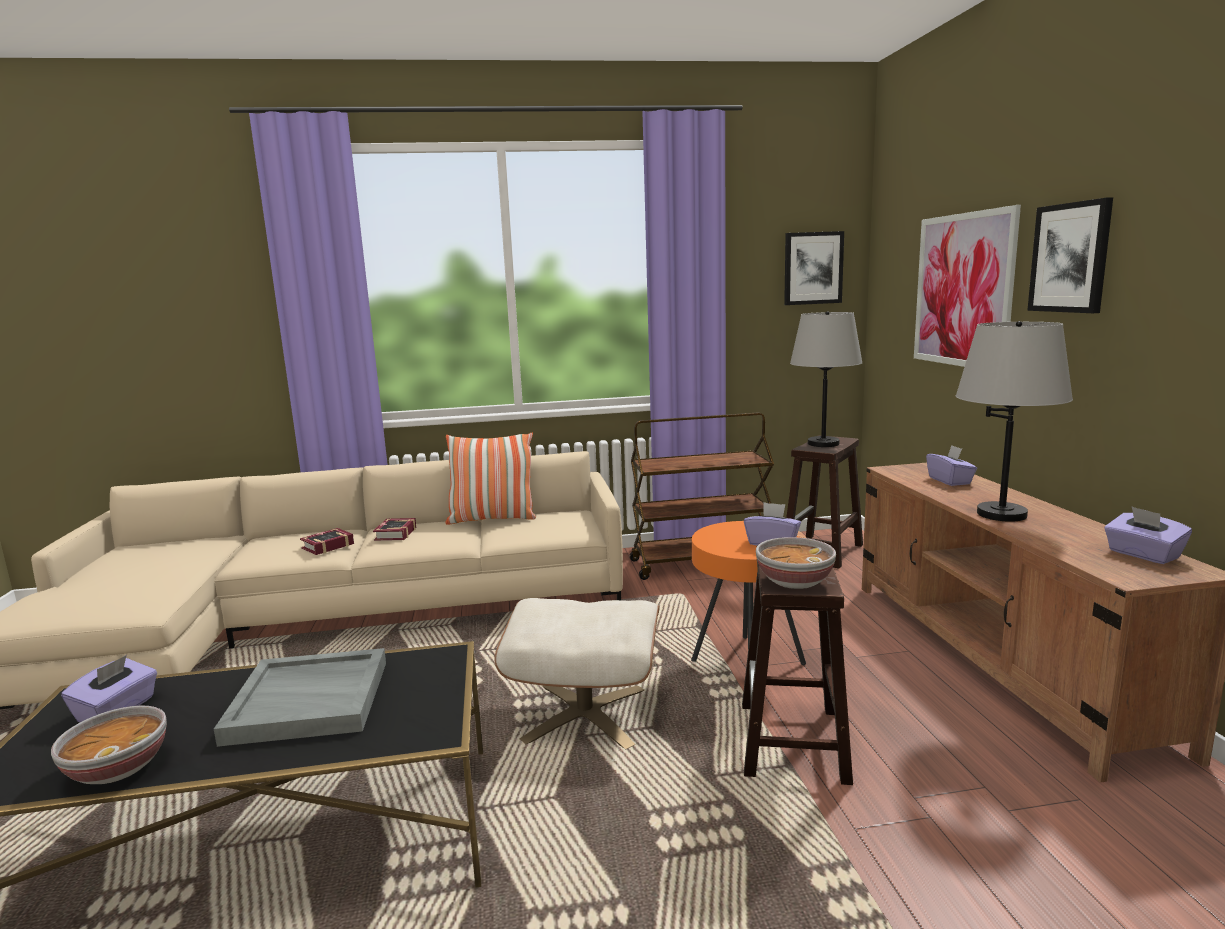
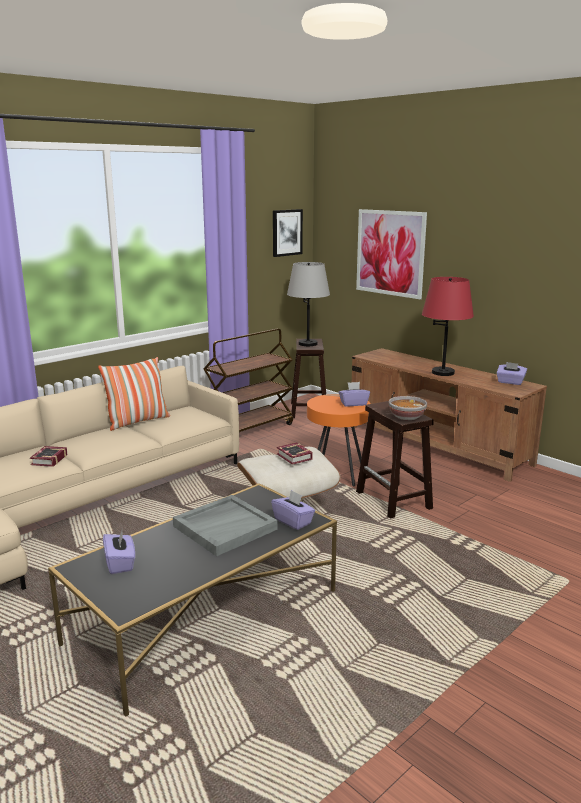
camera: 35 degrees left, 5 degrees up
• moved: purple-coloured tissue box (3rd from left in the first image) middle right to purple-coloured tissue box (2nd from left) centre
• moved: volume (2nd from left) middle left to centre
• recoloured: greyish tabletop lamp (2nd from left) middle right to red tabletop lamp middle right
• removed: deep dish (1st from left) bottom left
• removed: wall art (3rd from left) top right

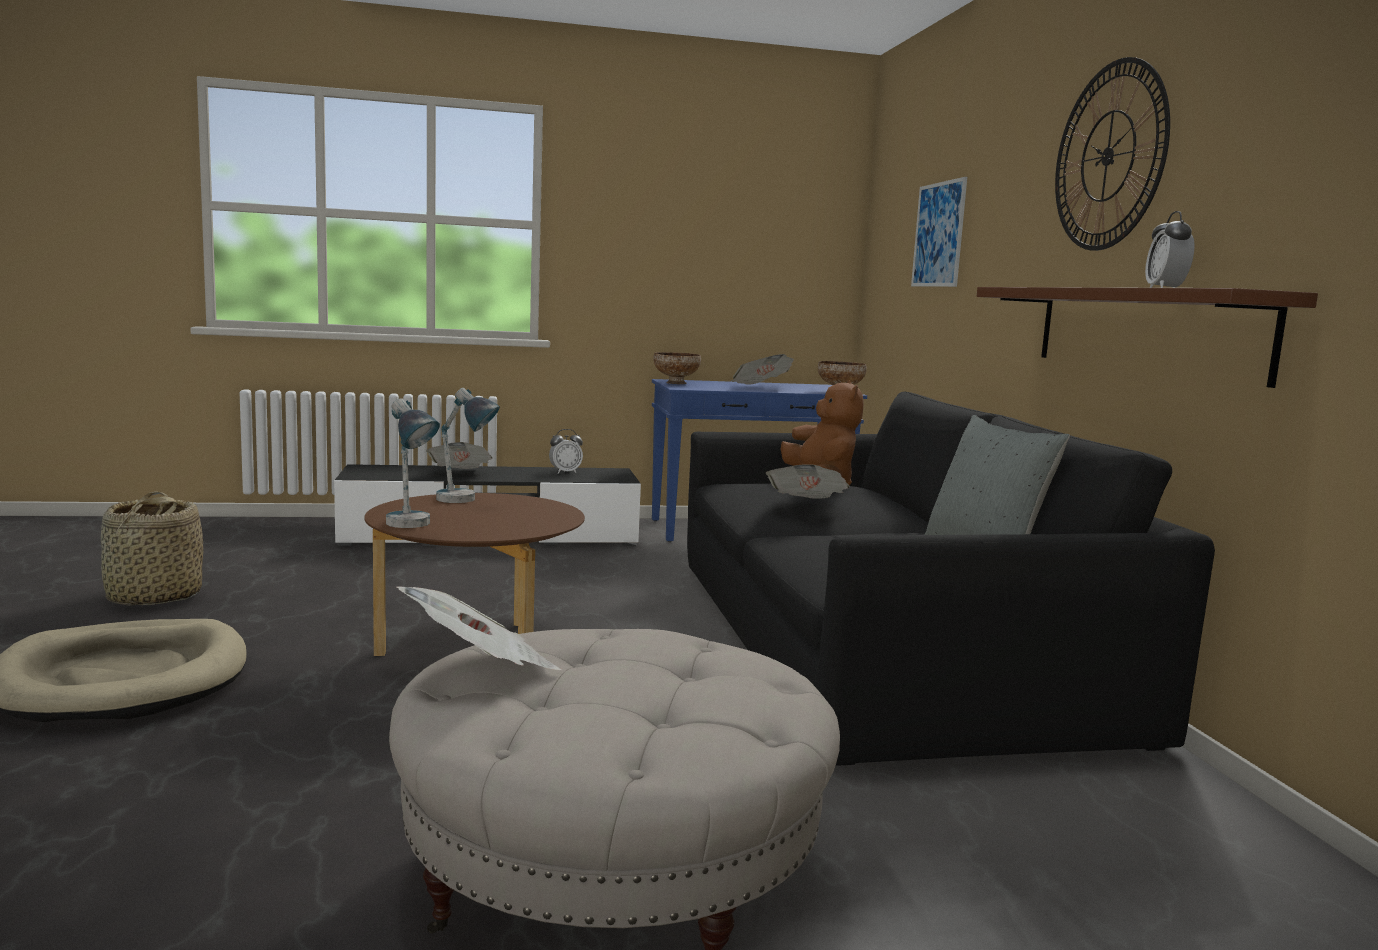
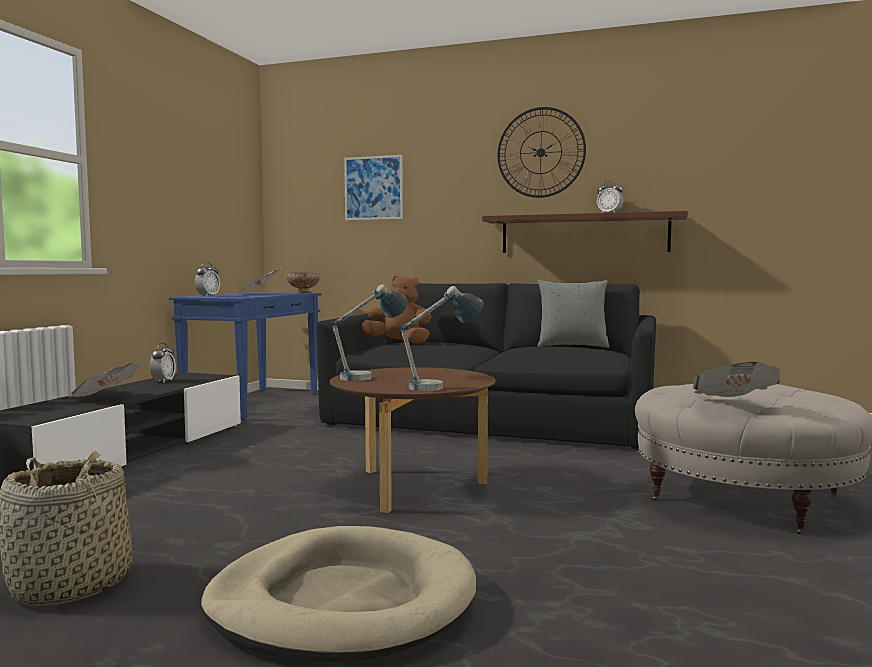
camera: 60 degrees left, 5 degrees down
• replaced: deep dish (1st from left) centre to table clock (2nd from left) middle left
• removed: printed paper (4th from left) centre

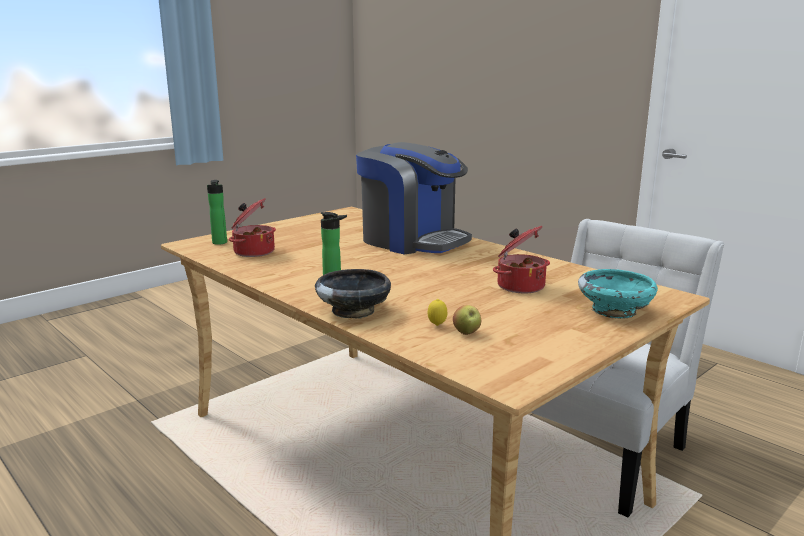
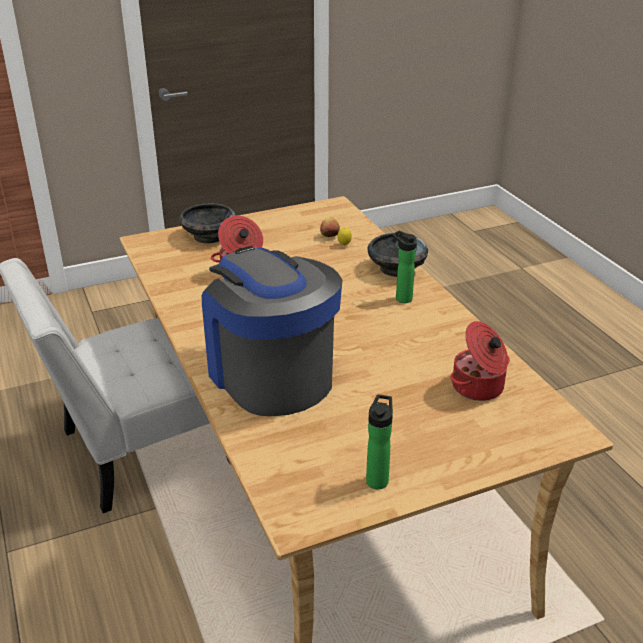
camera: 160 degrees left, 15 degrees up
• recoloured: turquoise-coloured deep dish middle right to black-coloured deep dish (1st from left) middle left
• moved: bottle (1st from left) middle left to bottom centre

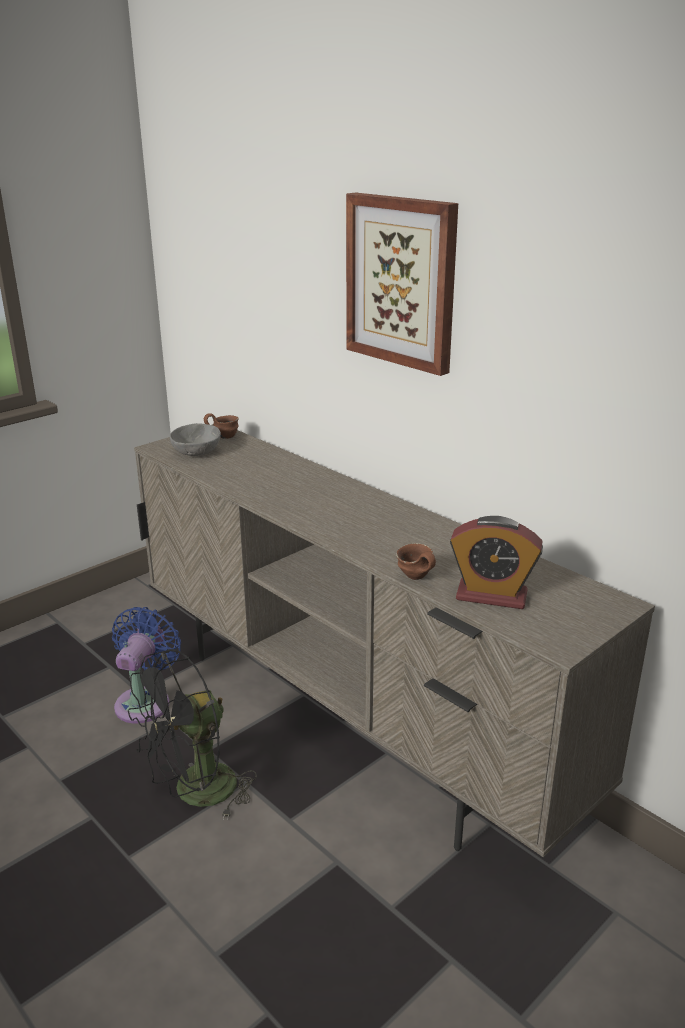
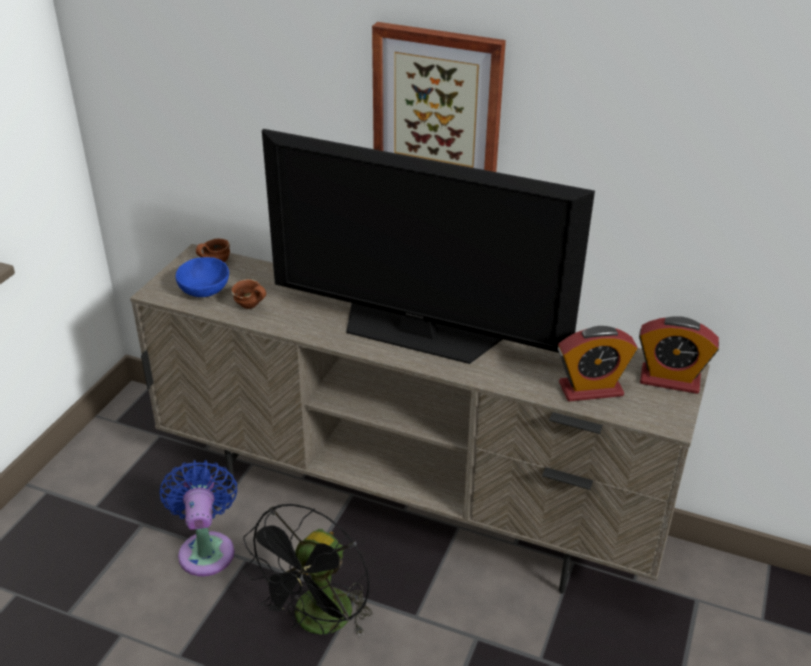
camera: 25 degrees left, 10 degrees up
• recoloured: greyish deep dish middle left to blue deep dish middle left
• moved: brownish tea mug (2nd from left) centre to middle left
• added: TV centre
• added: table clock (2nd from left) middle right

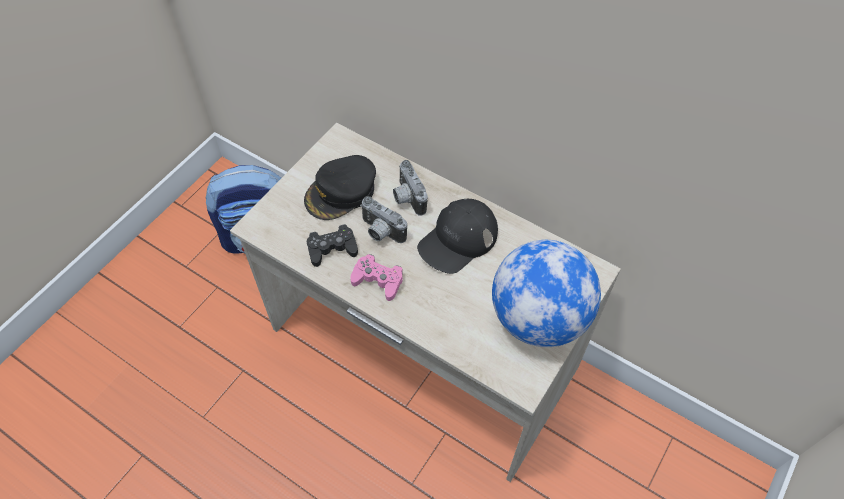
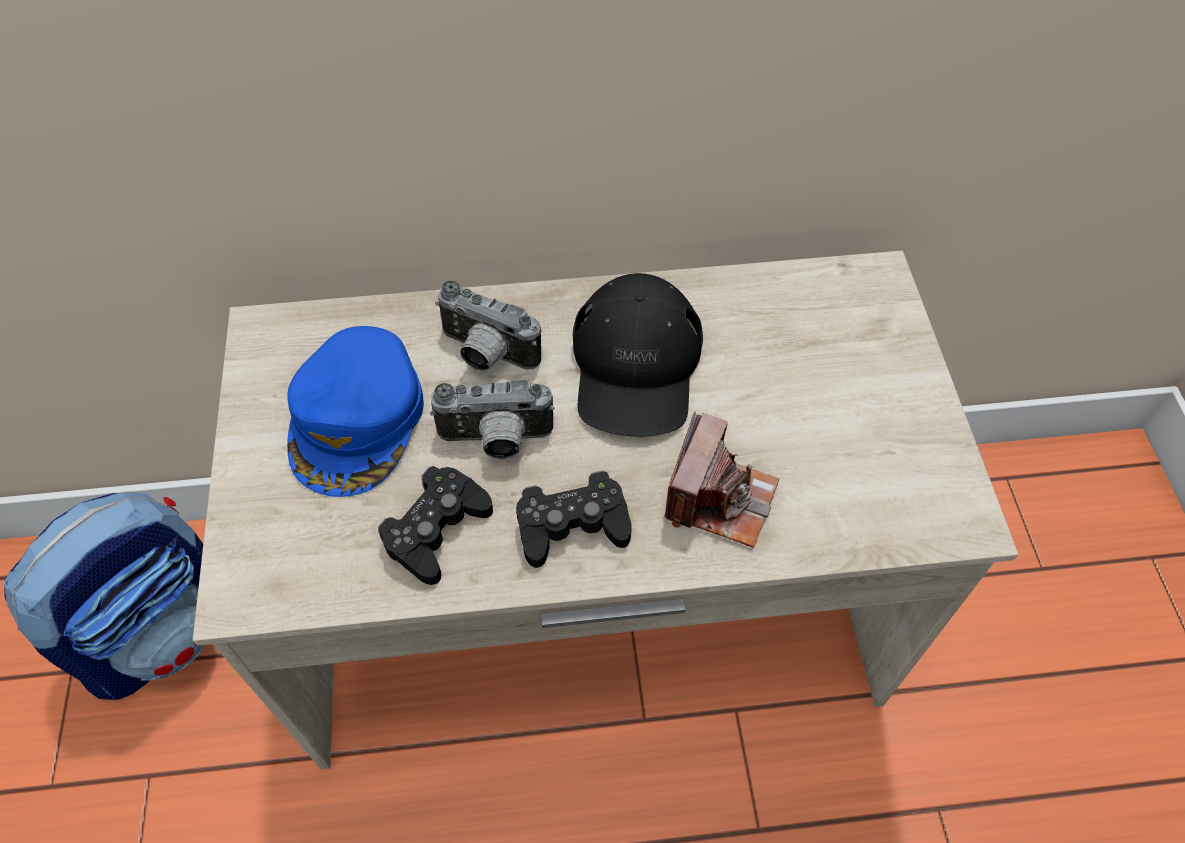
camera: 40 degrees left, 0 degrees up
• recoloured: black-coloured baseball cap (1st from left) centre to blue baseball cap middle left
• recoloured: pink-coloured joypad centre to black-coloured joypad (2nd from left) centre
• added: still camera (3rd from left) centre
• removed: world globe centre

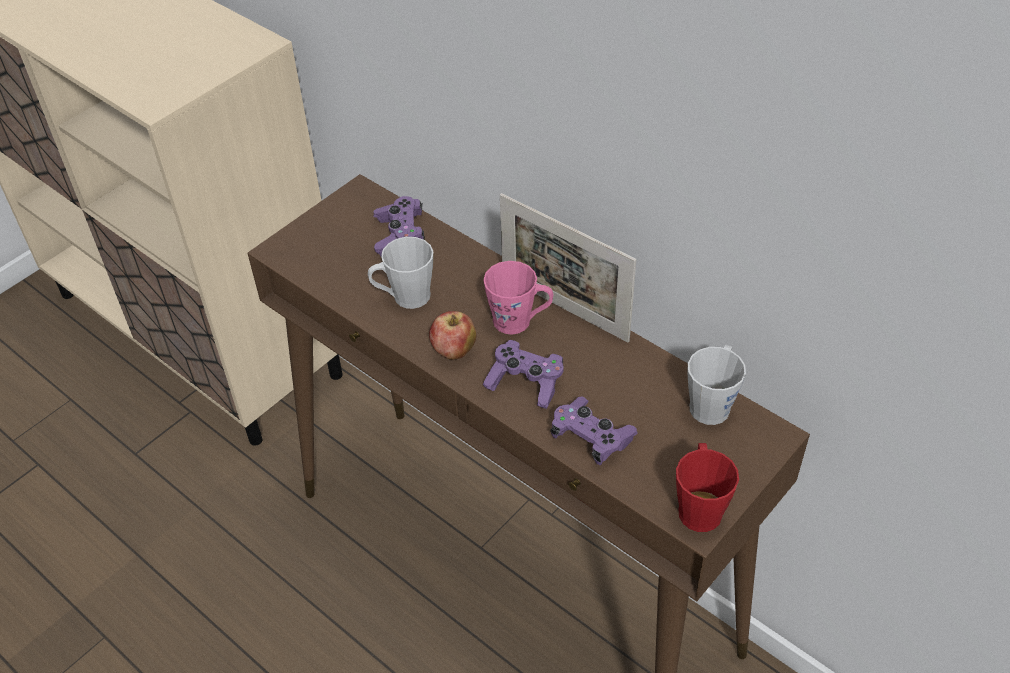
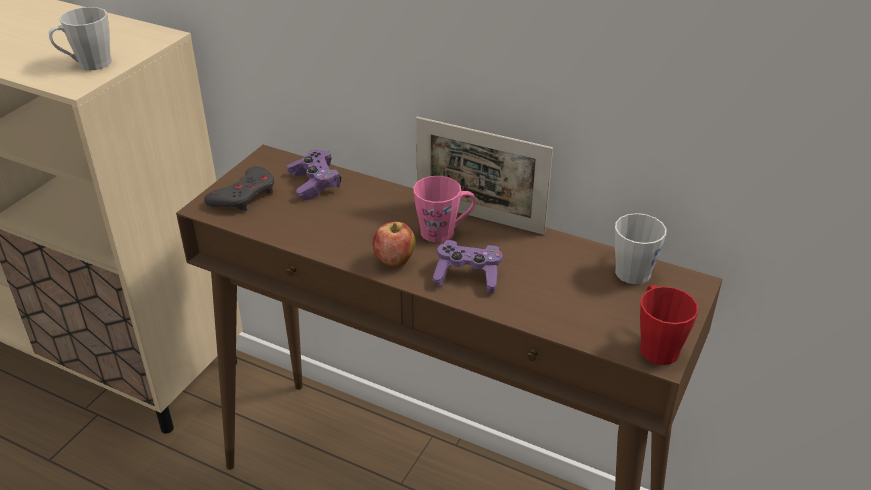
camera: 15 degrees left, 10 degrees down
• moved: greyish tea mug (1st from left) centre to top left
• added: greyish joypad middle left
• removed: purple-coloured joypad (3rd from left) centre

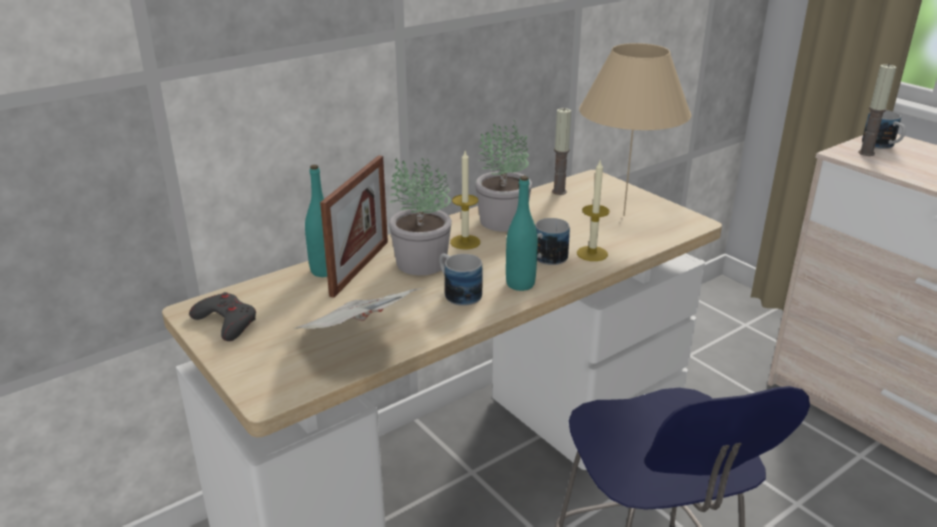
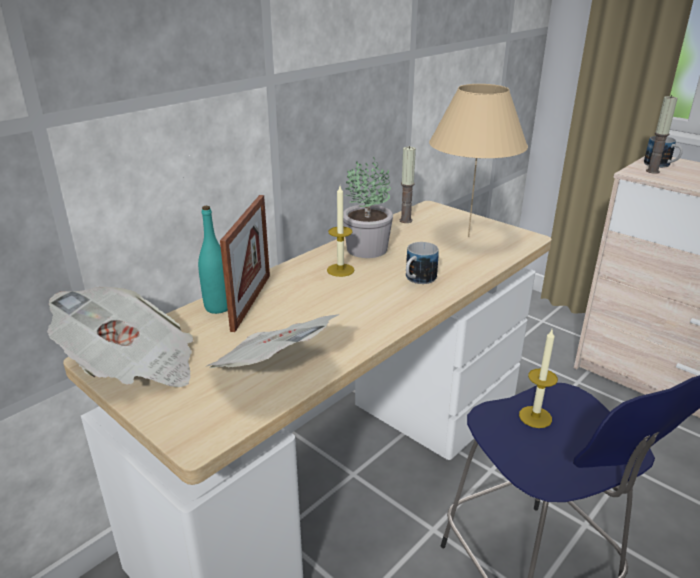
camera: 10 degrees left, 0 degrees up
• replaced: greyish joypad middle left to printed paper (1st from left) middle left
• moved: wax candle (3rd from left) centre to middle right
• removed: plant in a pot (1st from left) centre
• removed: tea mug (1st from left) centre
• removed: turquoise-coloured bottle (2nd from left) centre

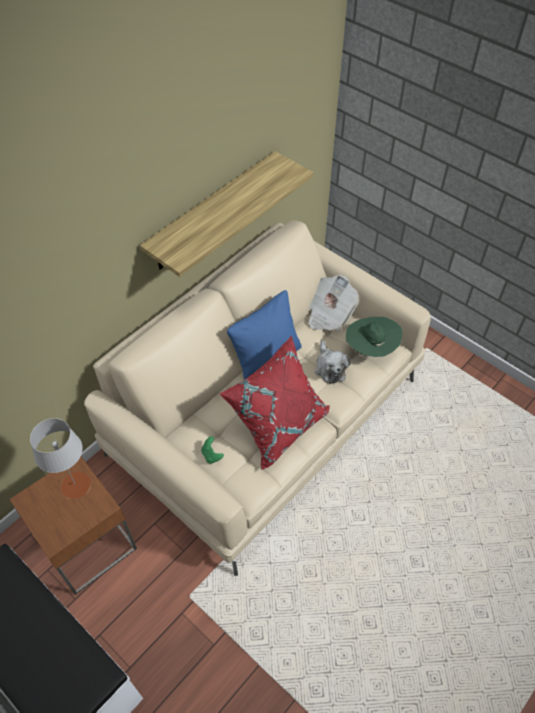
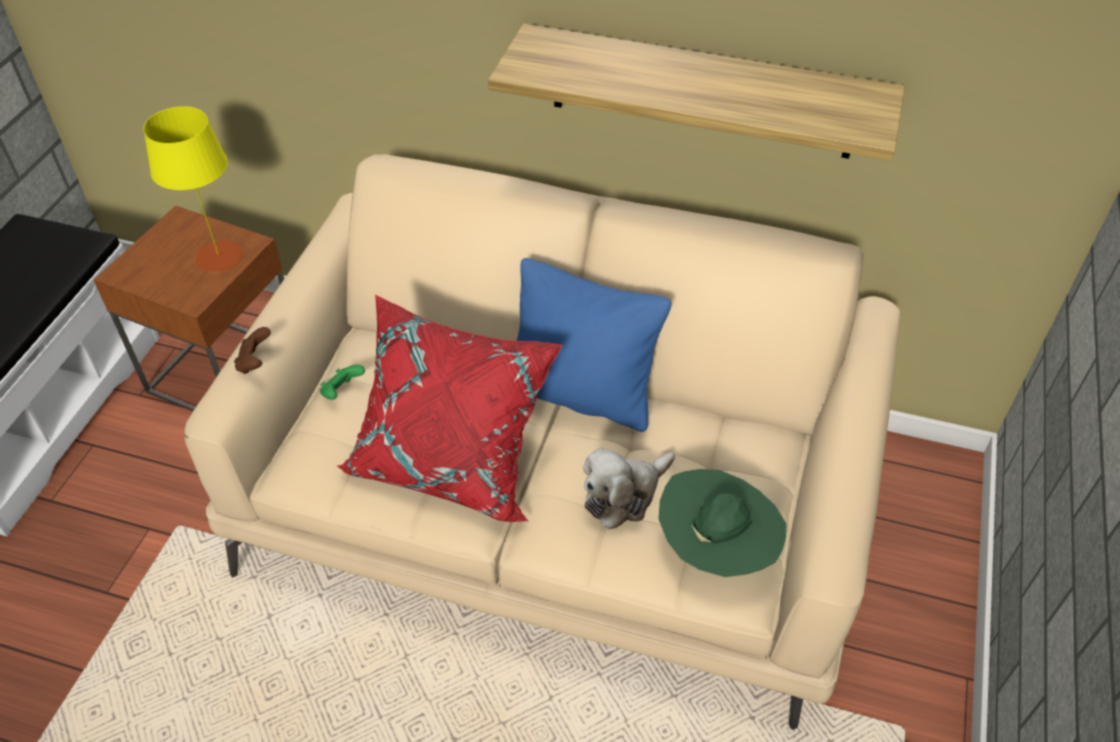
camera: 65 degrees right, 5 degrees down
• recoloured: greyish tabletop lamp middle left to yellow tabletop lamp top left
• added: brownish joypad middle left
• removed: printed paper centre

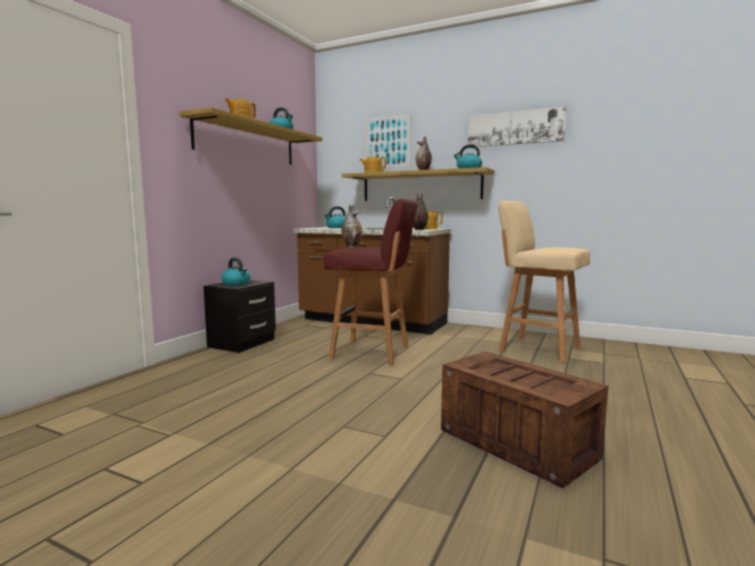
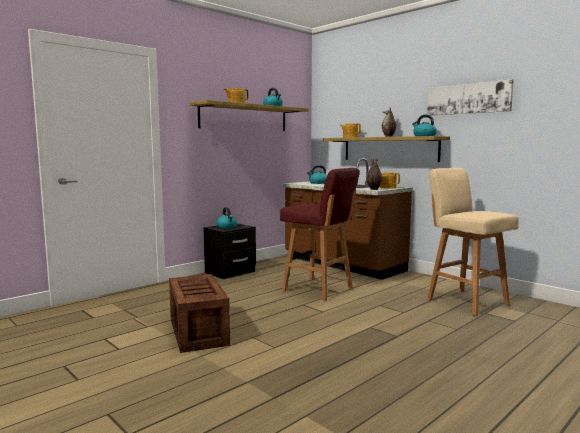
camera: 20 degrees right, 0 degrees up
• moved: crate bottom right to bottom centre
• removed: vase (1st from left) centre
• removed: wall art (1st from left) top centre

